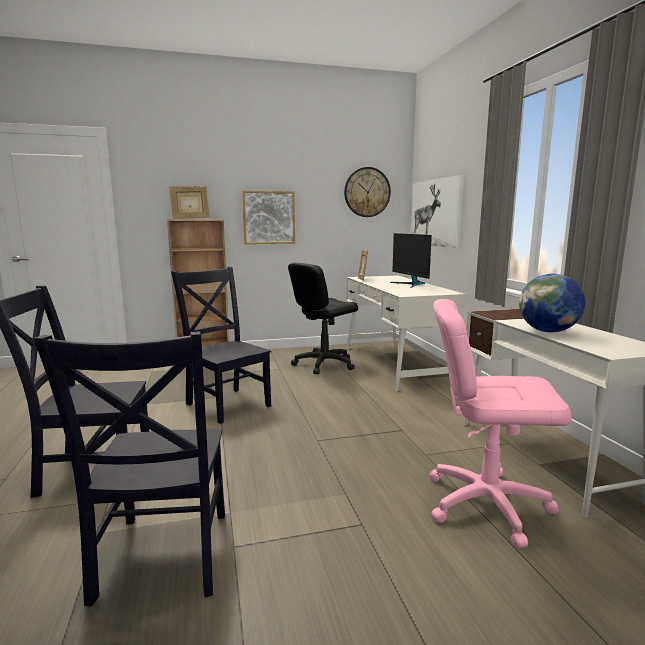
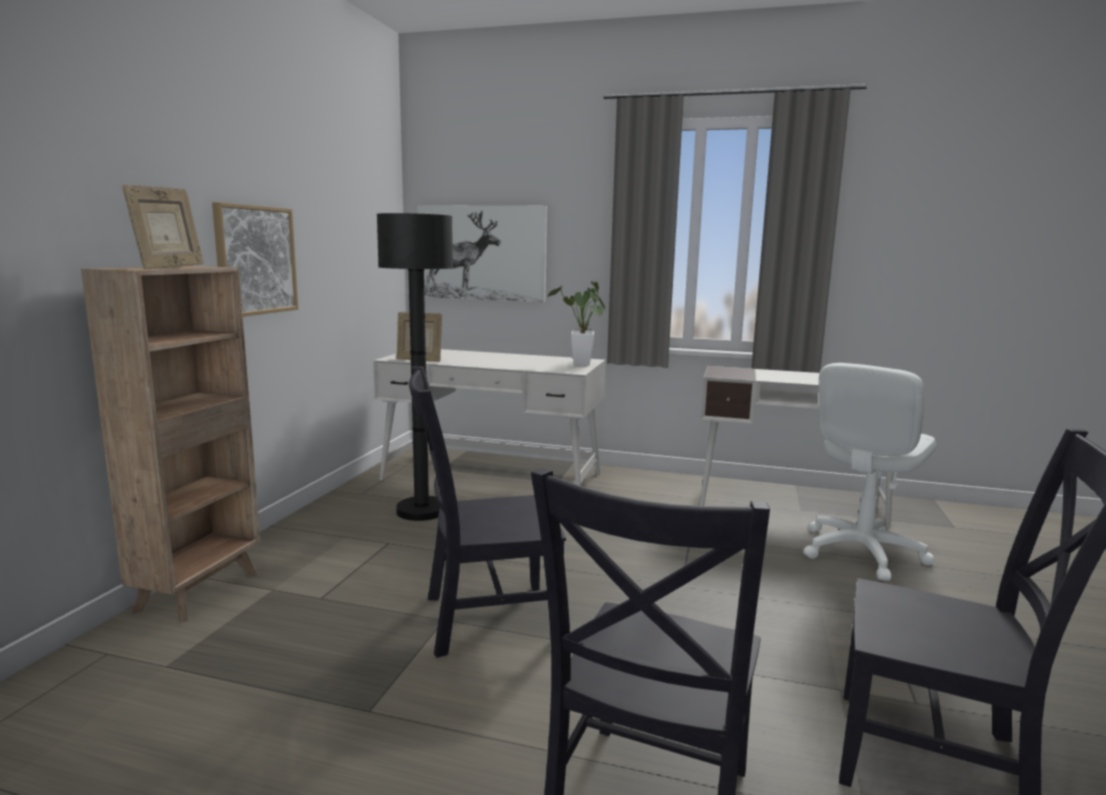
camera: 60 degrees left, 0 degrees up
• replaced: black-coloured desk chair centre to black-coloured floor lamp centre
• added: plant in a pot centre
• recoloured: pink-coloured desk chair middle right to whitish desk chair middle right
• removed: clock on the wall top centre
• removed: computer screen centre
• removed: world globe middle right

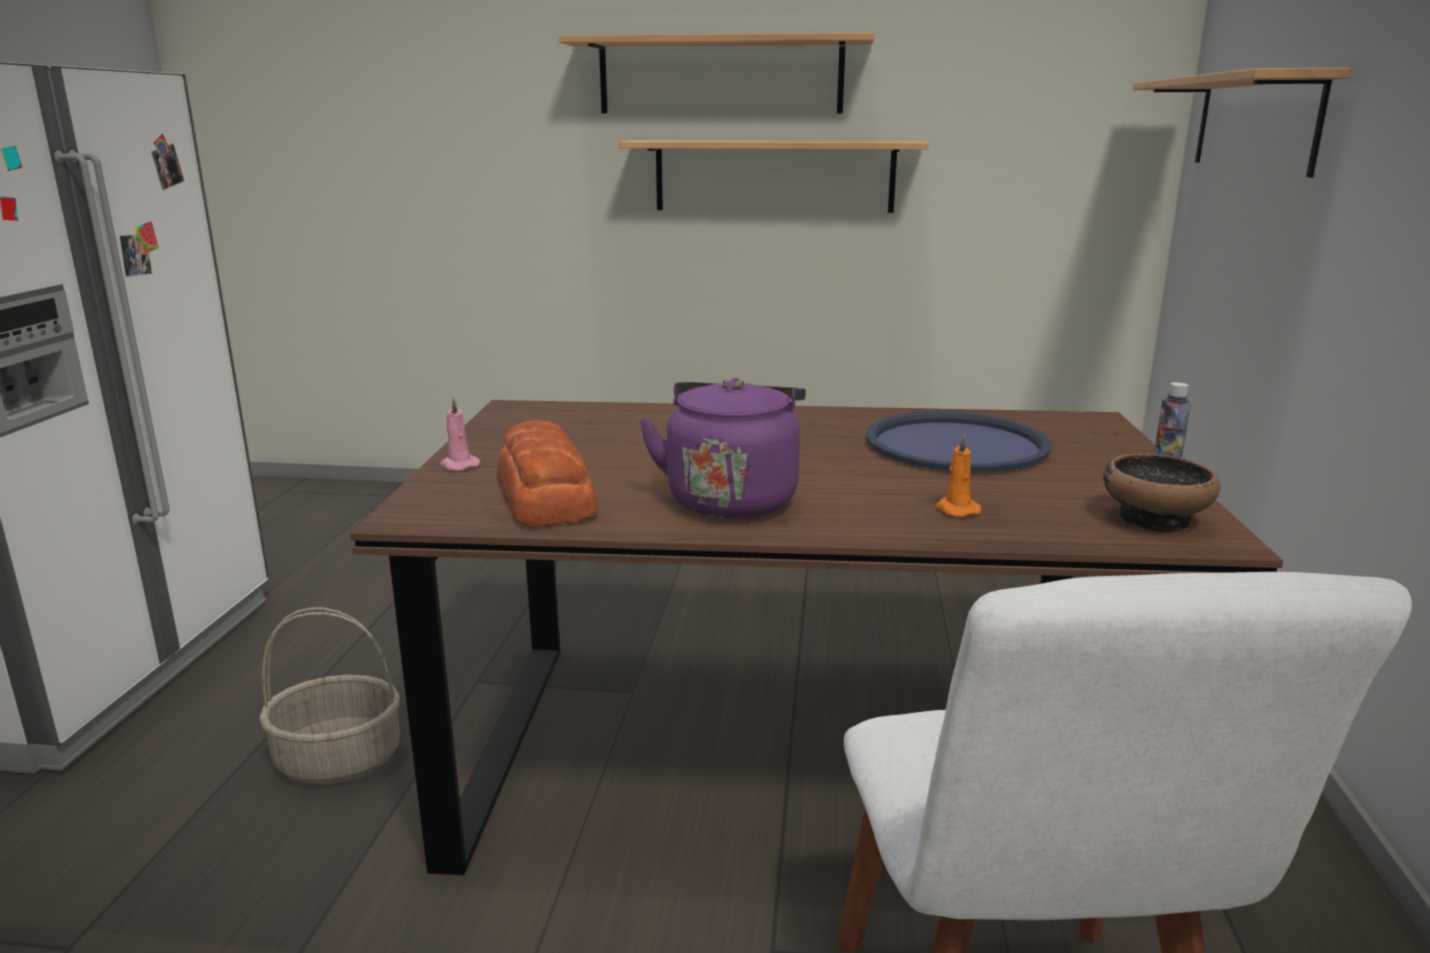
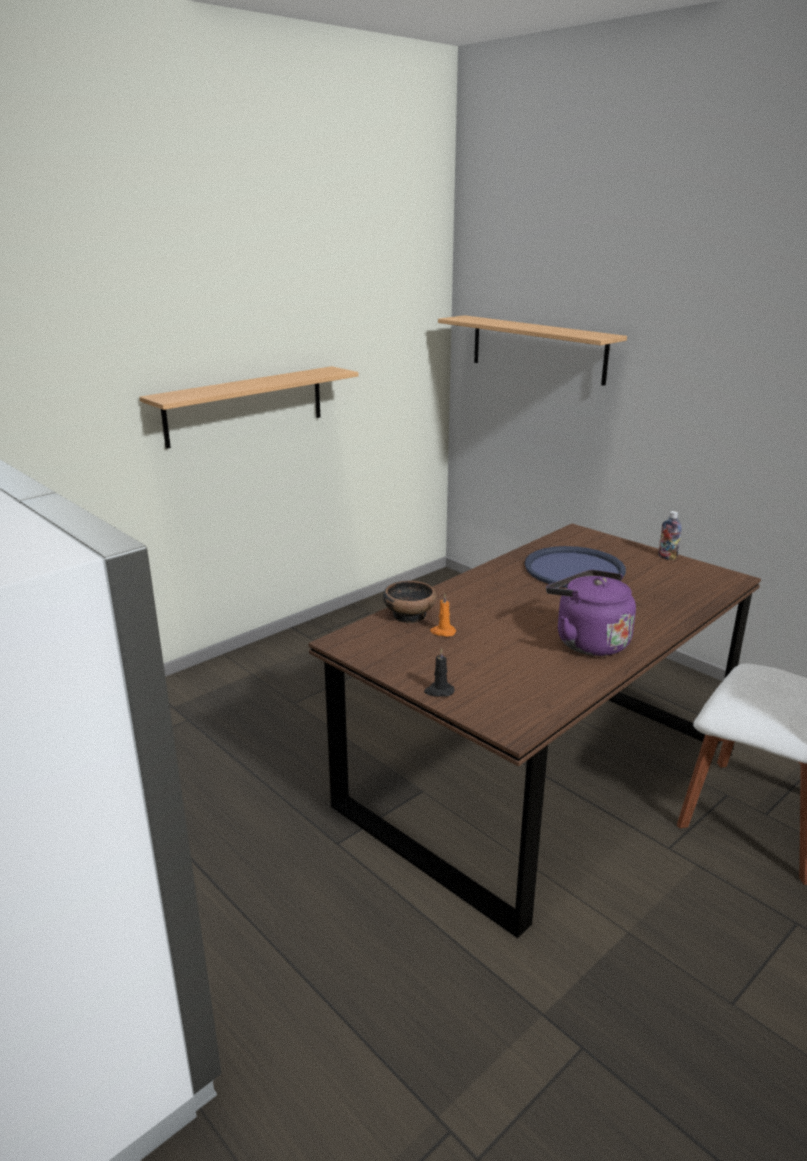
camera: 50 degrees left, 5 degrees up
• moved: deep dish middle right to centre
• recoloured: pink-coloured wax candle middle left to black-coloured wax candle centre
• moved: orangey wax candle middle right to centre
• removed: storage basket bottom left
• removed: baked bread centre
• removed: bracket shelf (1st from left) top centre

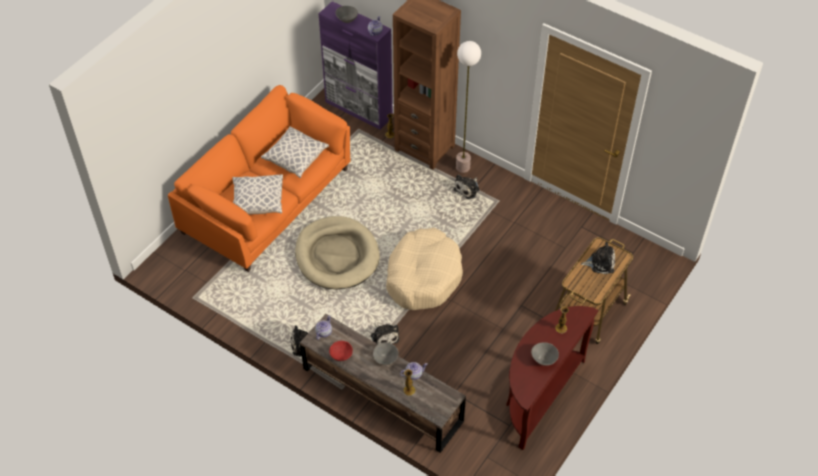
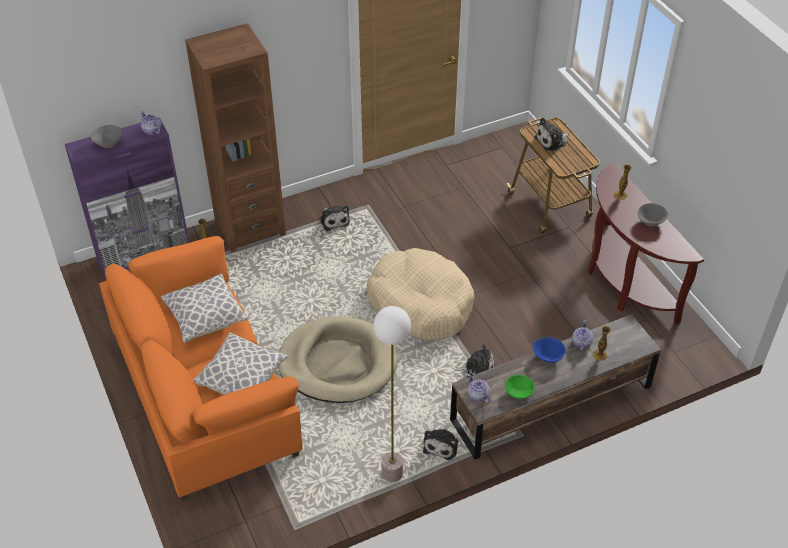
camera: 60 degrees left, 5 degrees down
• moved: floor lamp top centre to bottom centre
• recoloured: red deep dish bottom centre to greenish deep dish bottom centre
• recoloured: greyish deep dish (2nd from left) bottom centre to blue deep dish middle right
• turned: cuddly toy (4th from left) middle right = top right 150 degrees counterclockwise

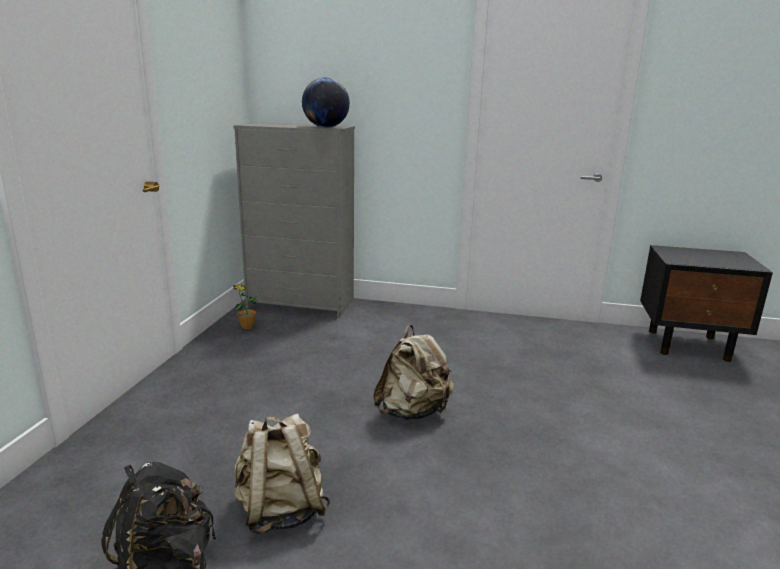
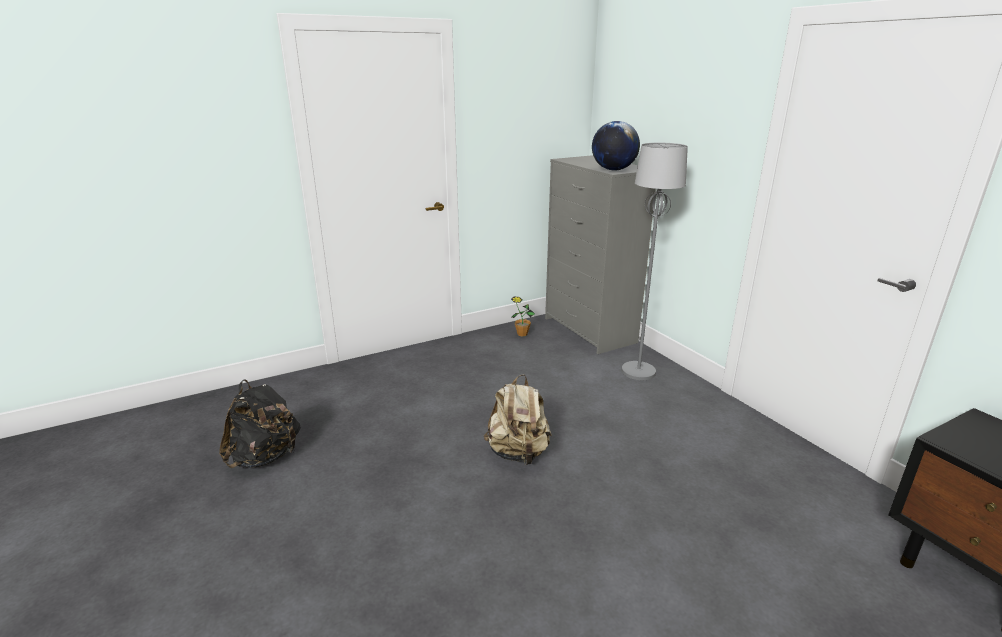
camera: 50 degrees right, 5 degrees up
• added: greyish floor lamp centre
• removed: beige-coloured rucksack (1st from left) bottom centre

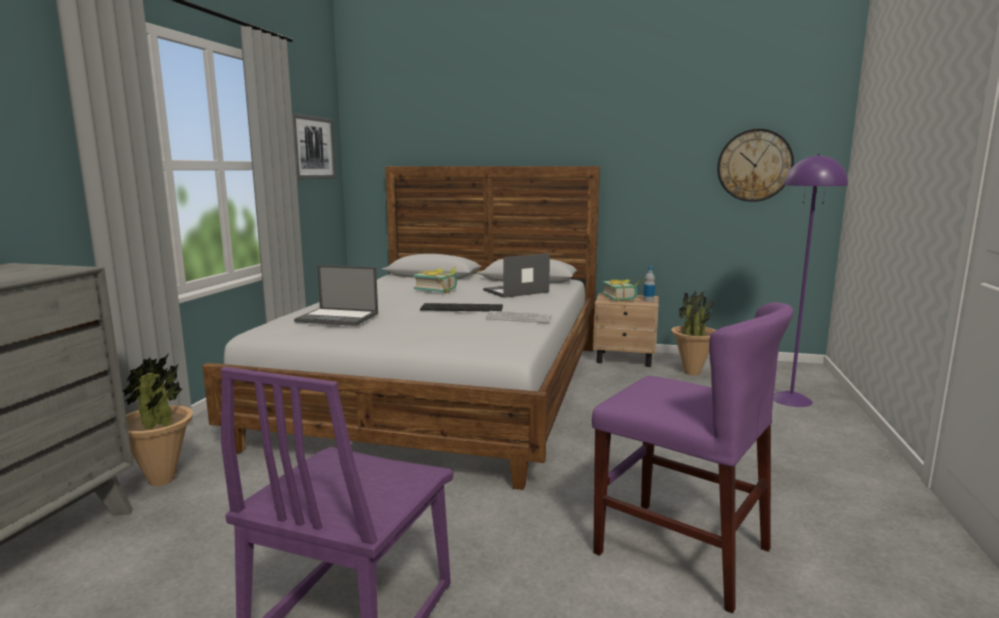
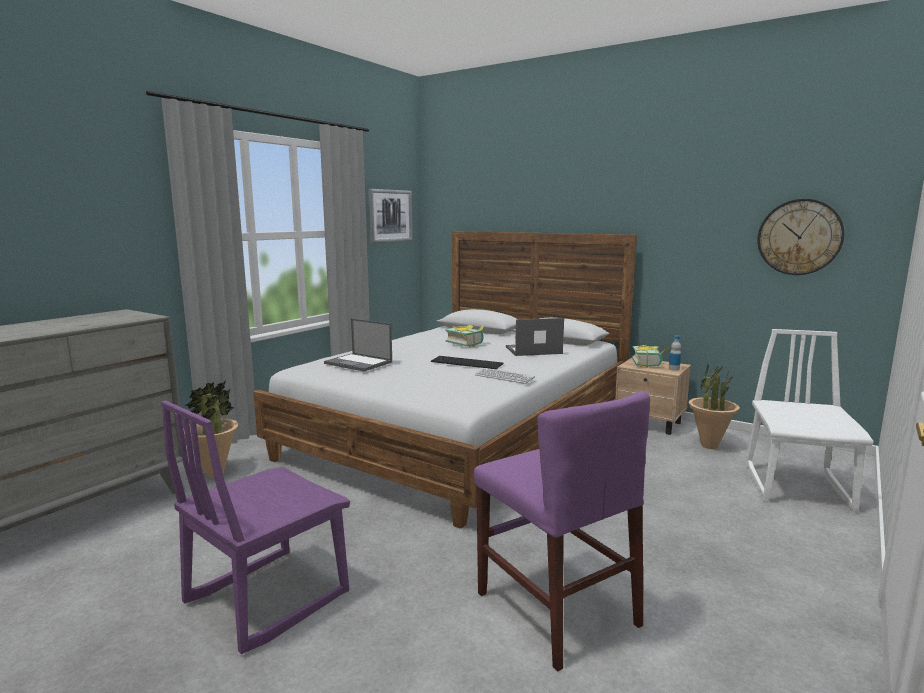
camera: 20 degrees right, 0 degrees up
• replaced: purple-coloured floor lamp middle right to whitish plain chair middle right

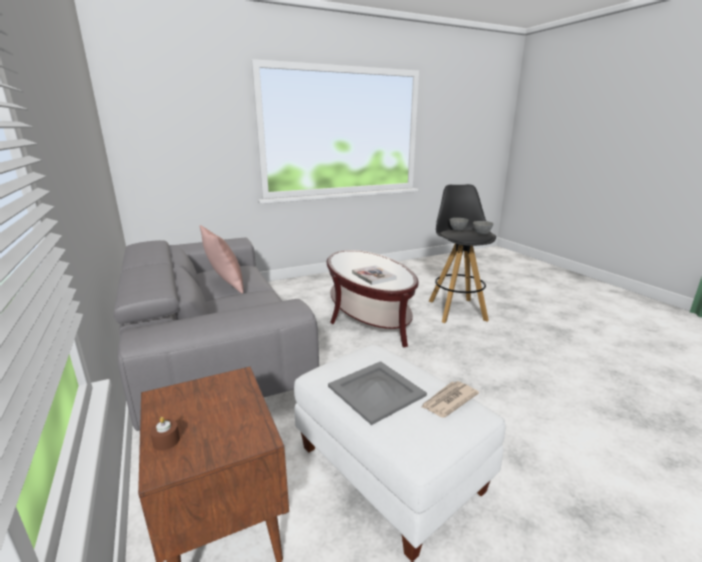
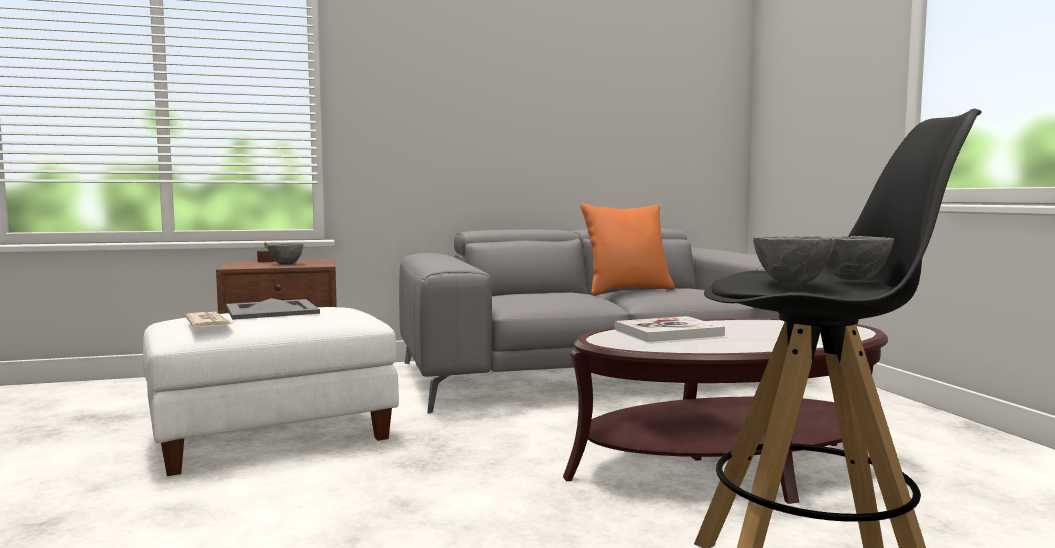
camera: 100 degrees right, 15 degrees down
• added: greyish deep dish (1st from left) middle left
• recoloured: pink-coloured pillow middle left to orangey pillow centre

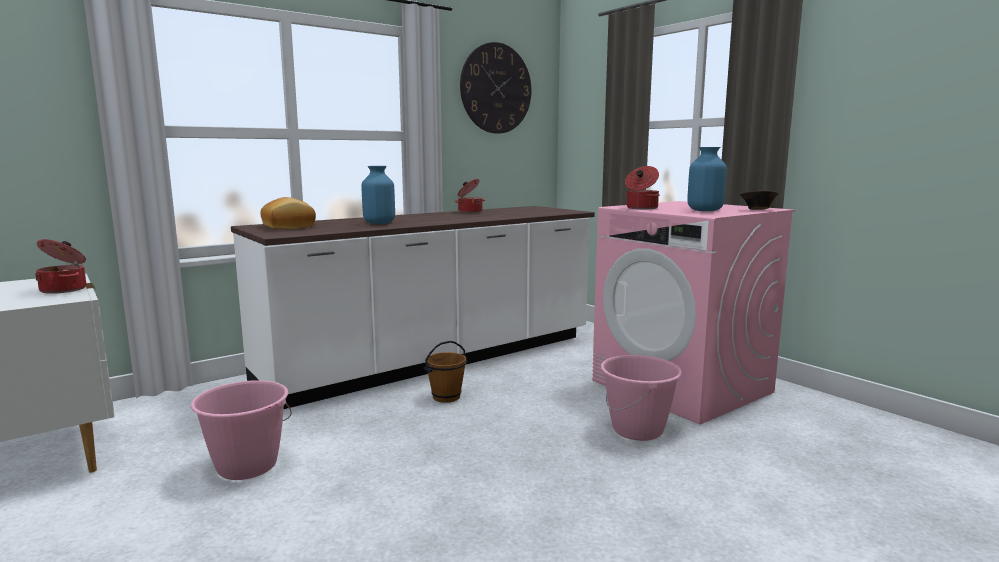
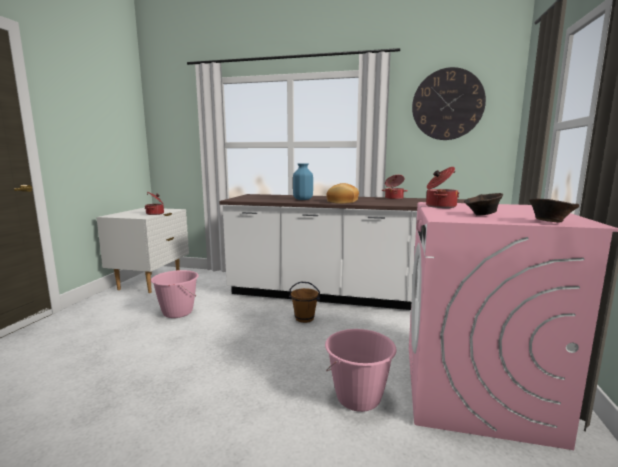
camera: 50 degrees right, 0 degrees up
• moved: baked bread middle left to centre
• replaced: blue vase (2nd from left) top right to brownish deep dish (1st from left) middle right

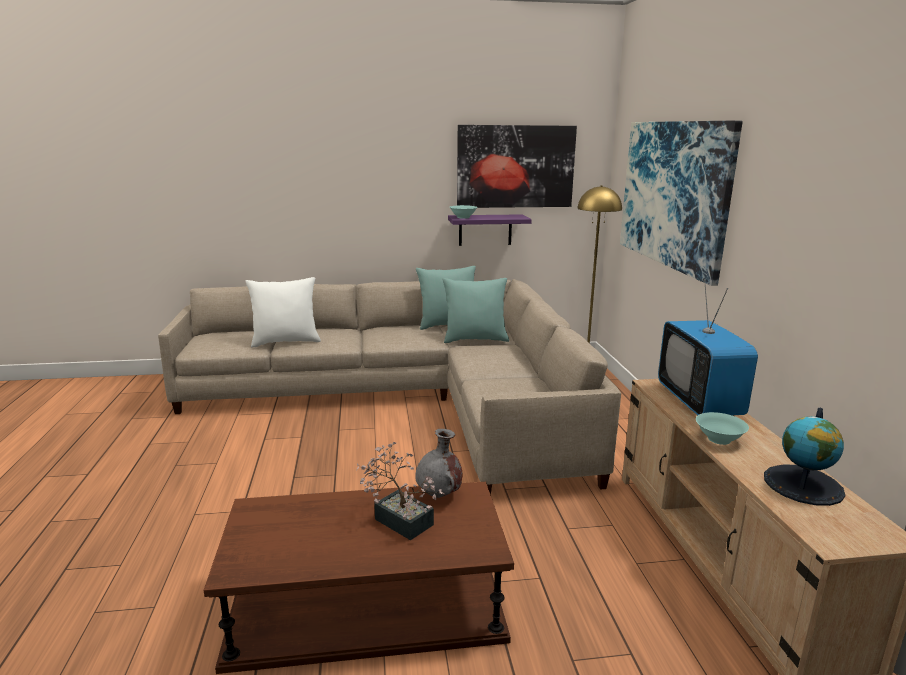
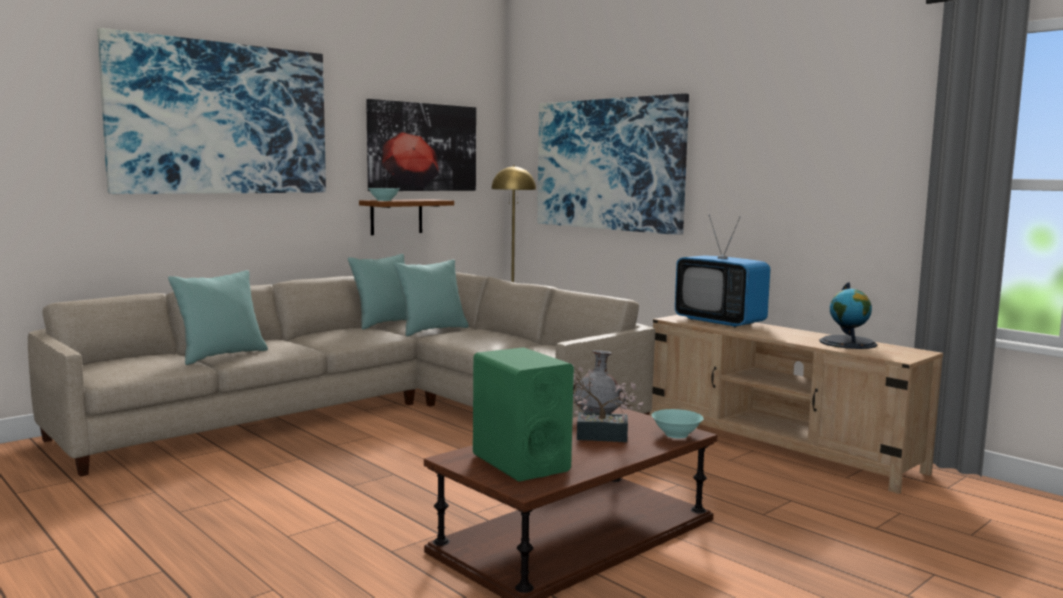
camera: 35 degrees left, 10 degrees down
• added: wall art (1st from left) top left
• recoloured: whitish pillow middle left to turquoise-coloured pillow (1st from left) middle left
• recoloured: purple-coloured bracket shelf centre to brownish bracket shelf centre
• added: greenish audio speaker bottom centre
• moved: turquoise-coloured deep dish (2nd from left) middle right to bottom centre

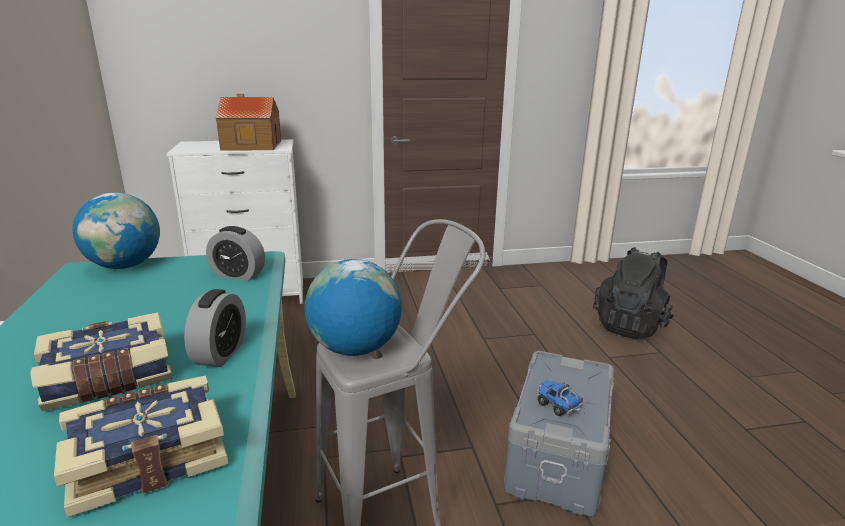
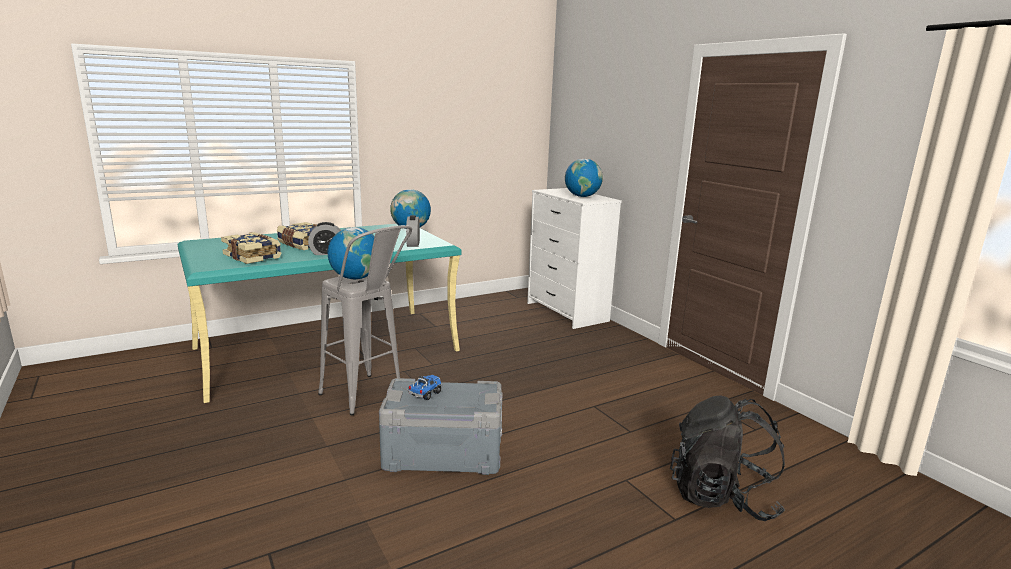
camera: 70 degrees right, 5 degrees down
• replaced: toy house top left to world globe (3rd from left) top centre

